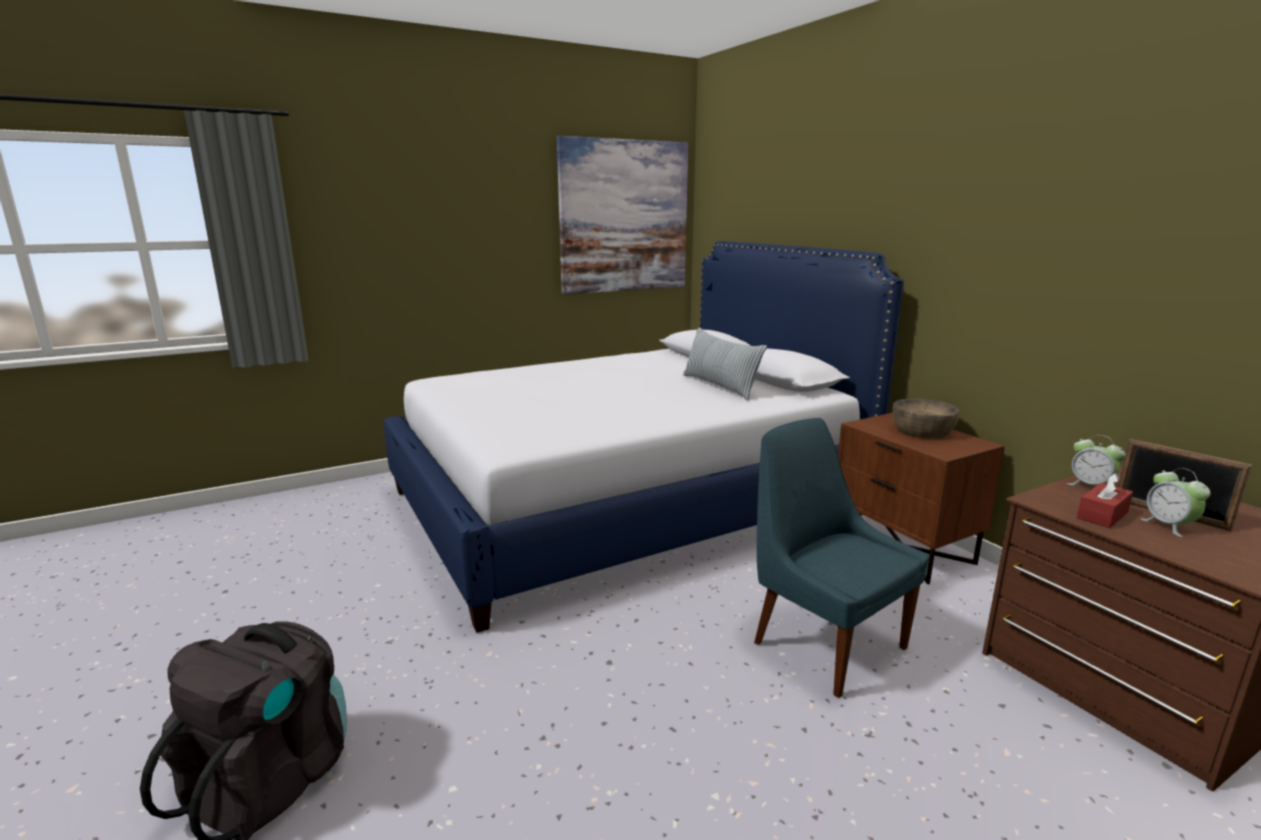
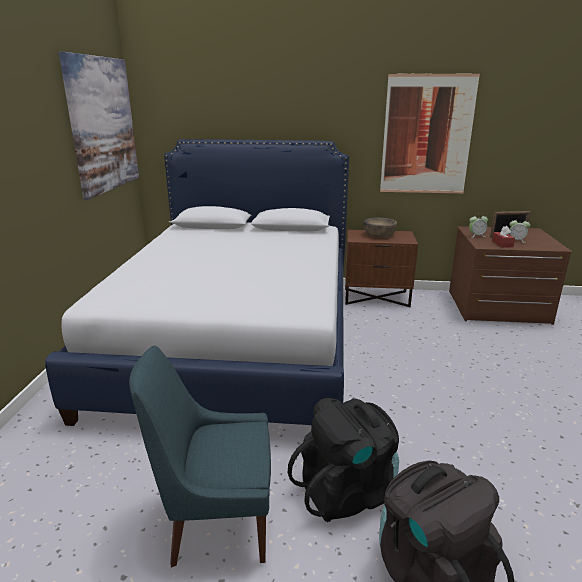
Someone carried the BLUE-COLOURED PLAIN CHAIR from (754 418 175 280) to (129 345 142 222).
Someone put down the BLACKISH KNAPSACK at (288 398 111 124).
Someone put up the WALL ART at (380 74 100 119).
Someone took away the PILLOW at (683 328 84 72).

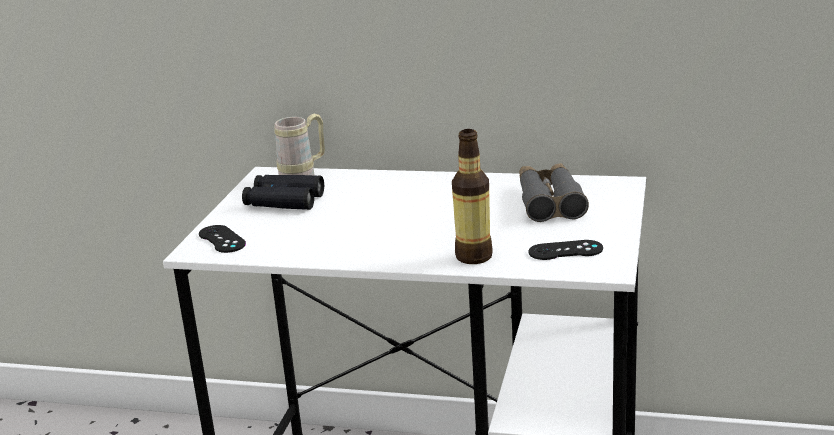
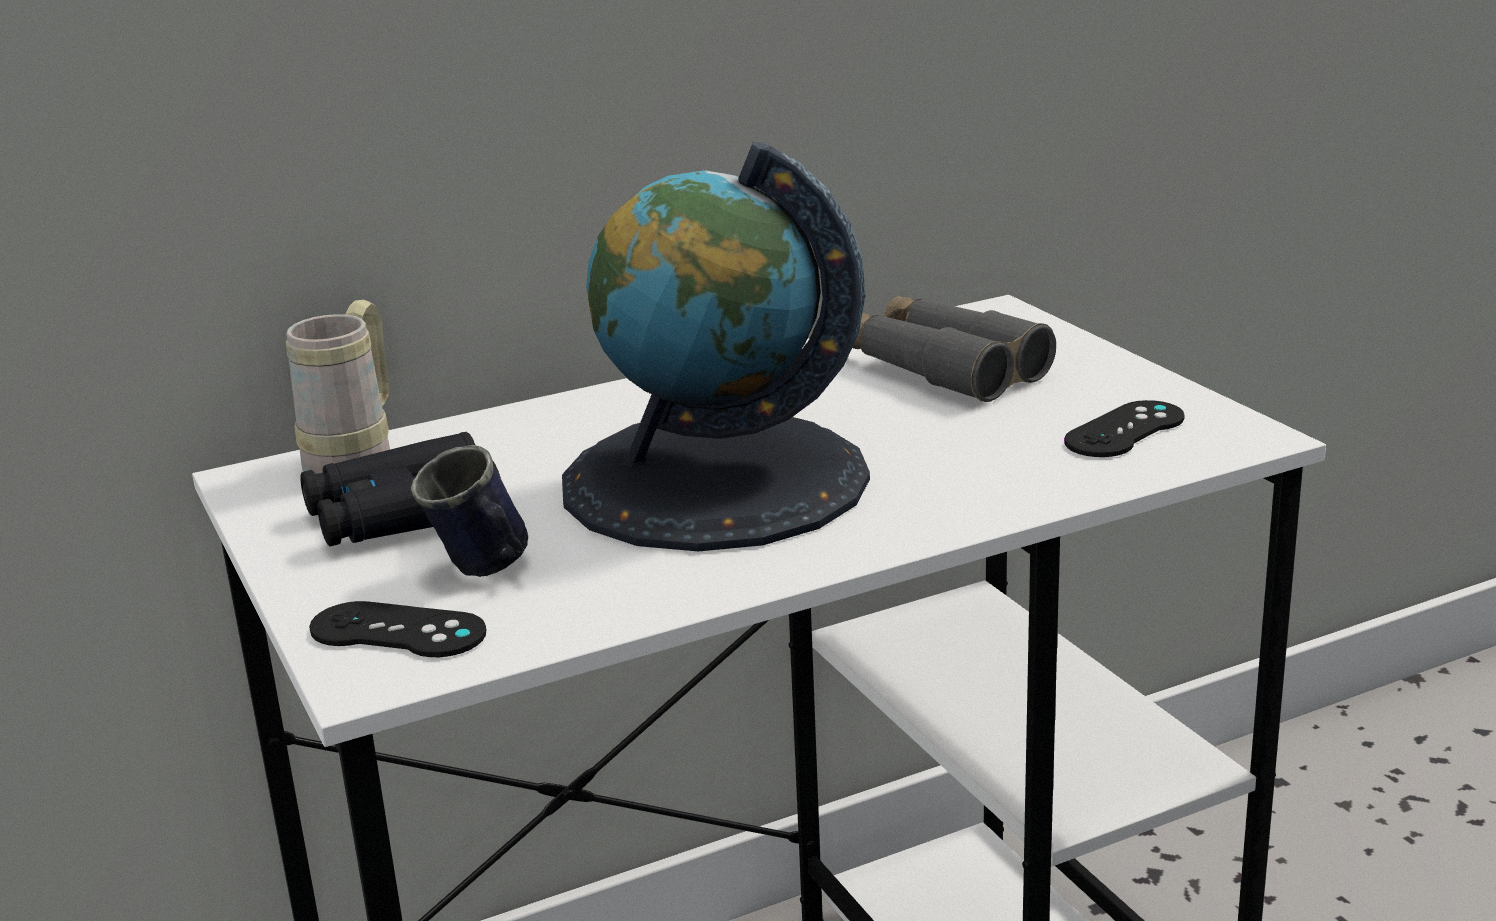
Someone put down the BLUE-COLOURED TEA MUG at (411 445 117 132).
Someone put down the DESK GLOBE at (562 142 308 410).
Someone took away the BOTTLE at (452 129 41 135).

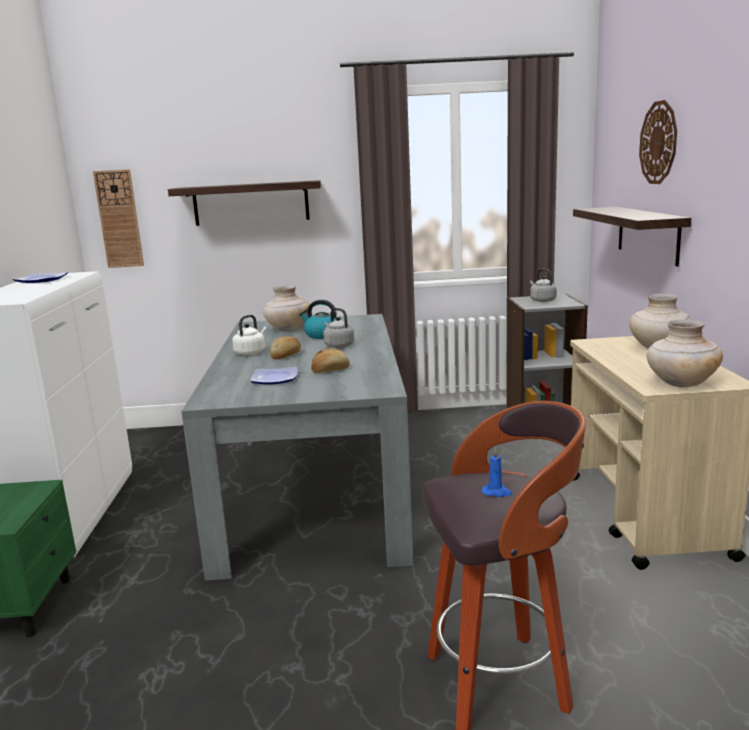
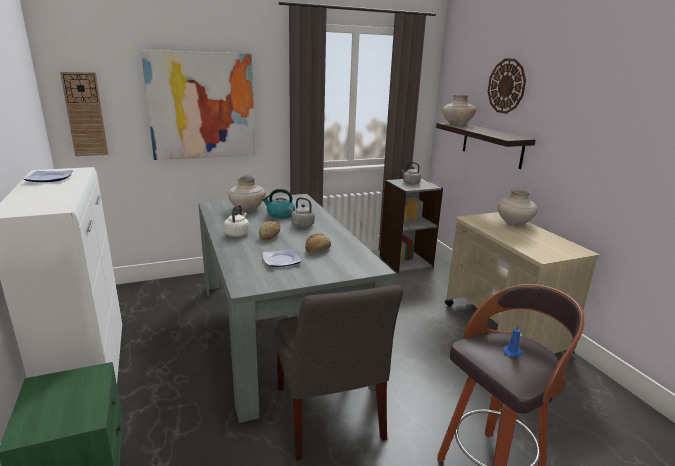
Someone swapped the SHELF at (168 180 153 46) for the WALL ART at (141 50 114 110).
Someone put down the GREYISH PLAIN CHAIR at (274 285 129 176).
Someone carried the BEIGE DECORATIVE VASE from (647 319 76 68) to (443 94 33 31).

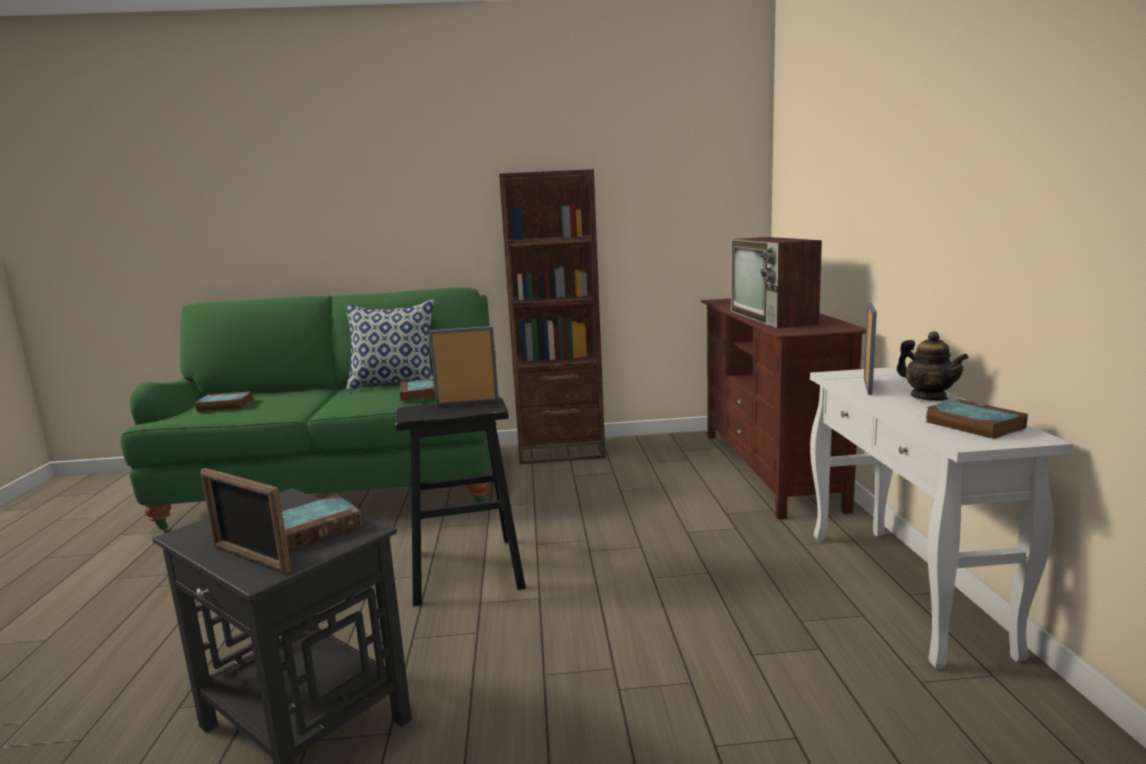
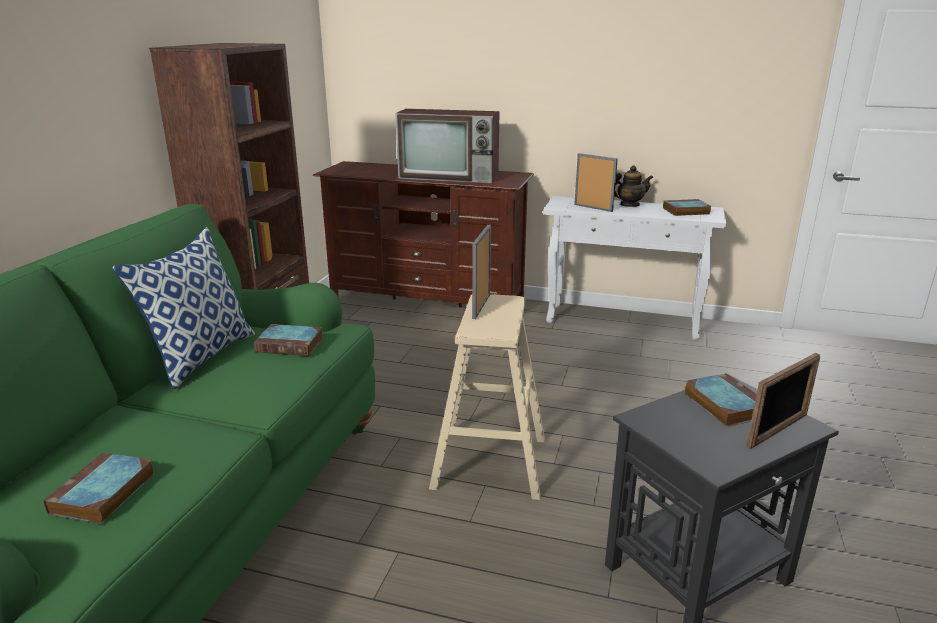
Someone repainted the BLACKISH SITTING STOOL at (395 397 131 209), which became the BEIGE SITTING STOOL at (429 294 116 206).

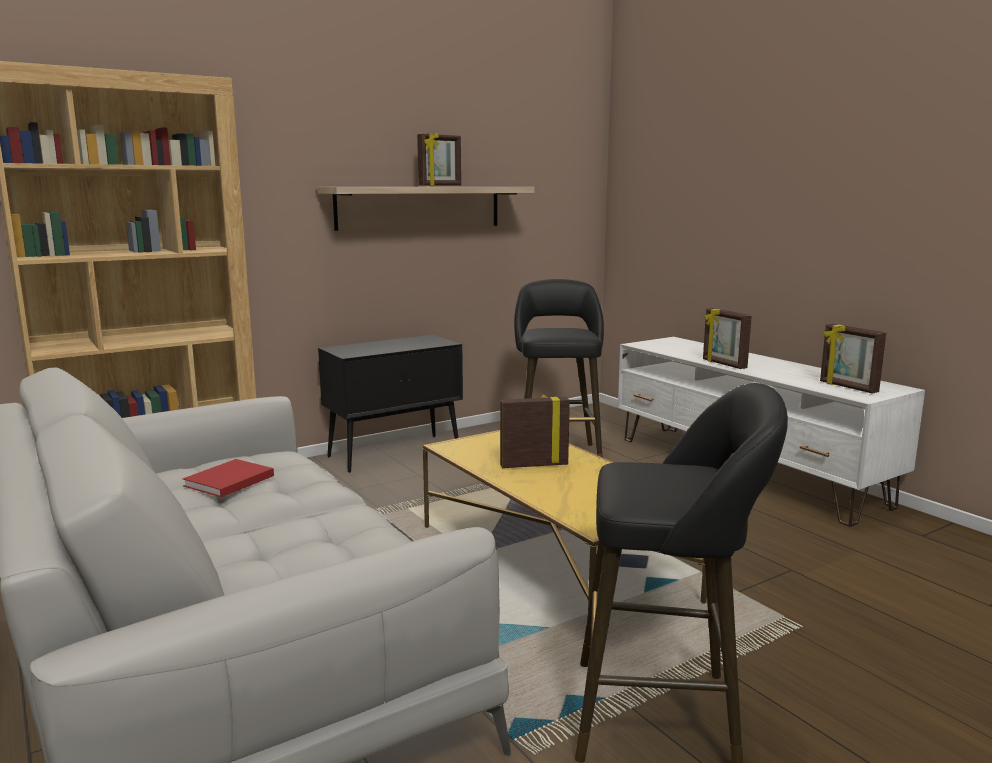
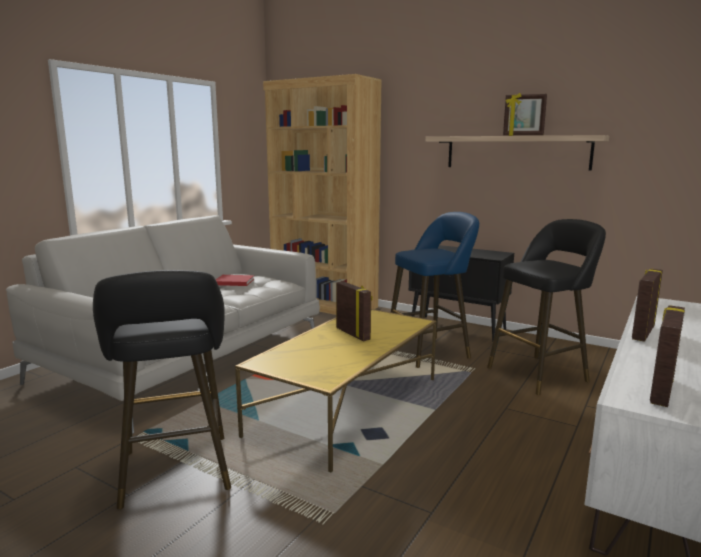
Someone put down the BLUE-COLOURED SITTING STOOL at (391 212 88 156).

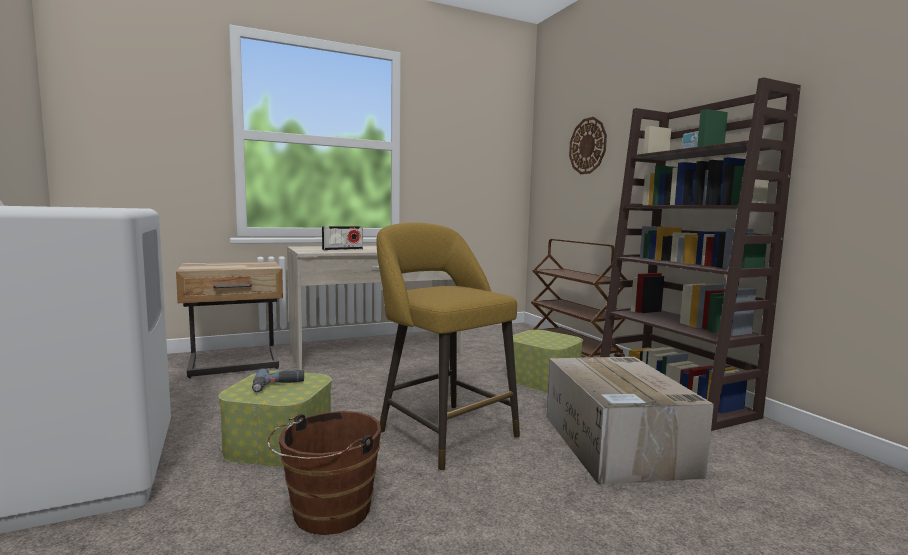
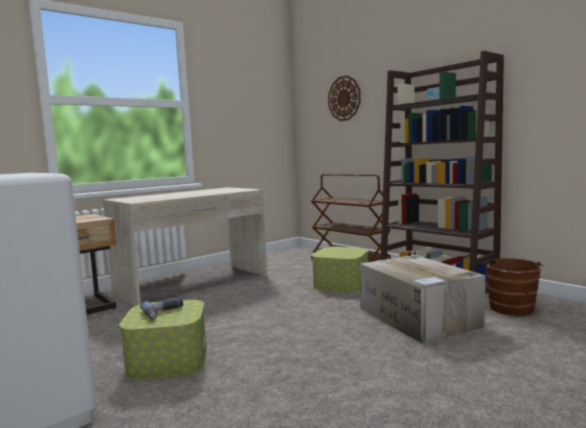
Someone carried the BROWN BUCKET from (268 411 113 124) to (482 258 62 58).
Someone took away the RADIO RECEIVER at (322 226 41 24).
Someone took away the YELLOWISH SITTING STOOL at (376 222 144 249).

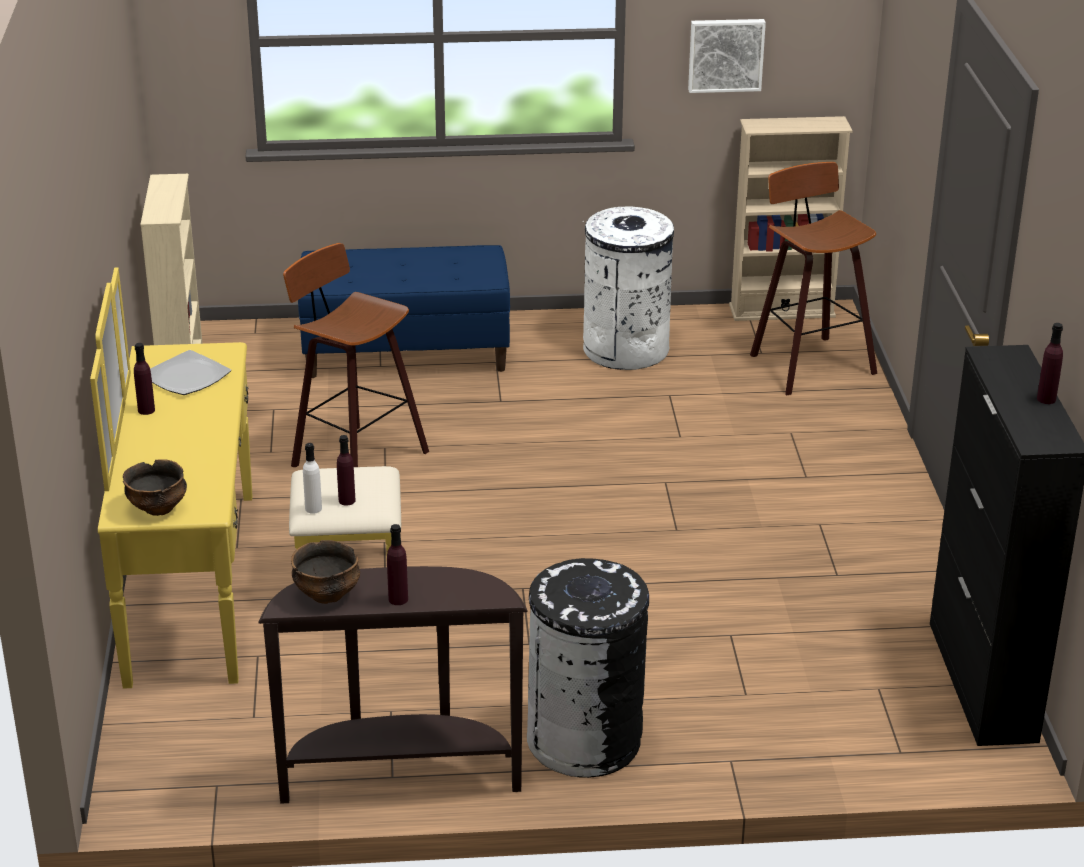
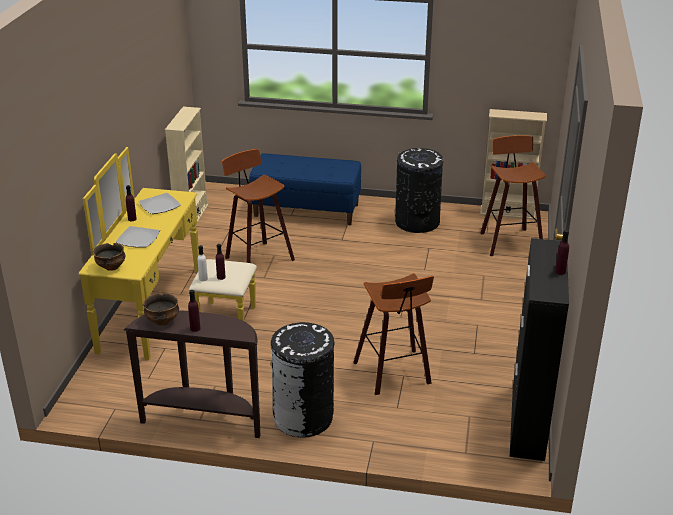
Someone put down the PLATE at (116 226 44 22).
Someone put down the SITTING STOOL at (353 273 81 122).
Someone repainted the WHITISH TRASH CAN at (583 206 91 164), which became the BLACKISH TRASH CAN at (395 148 48 85).
Someone took away the WALL ART at (688 19 78 74).

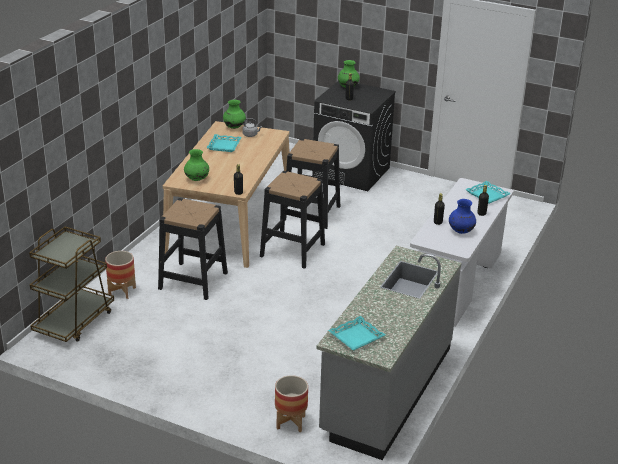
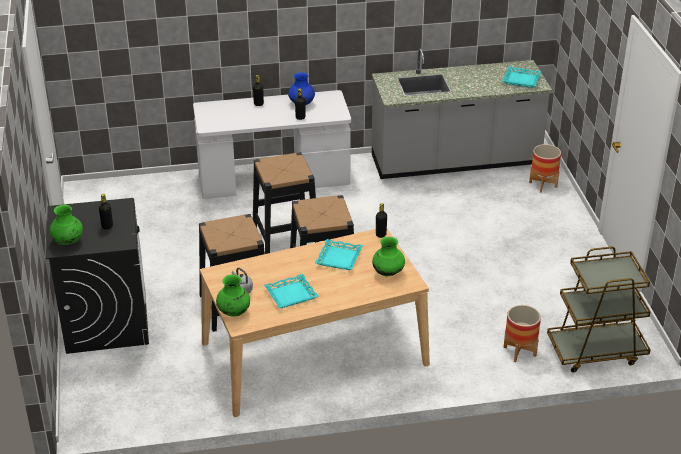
Someone carried the BLACKISH SITTING STOOL from (158 198 70 102) to (253 152 67 102).
Someone carried the TURQUOISE-COLOURED CARRYING TRAY from (465 181 46 23) to (315 239 48 31).

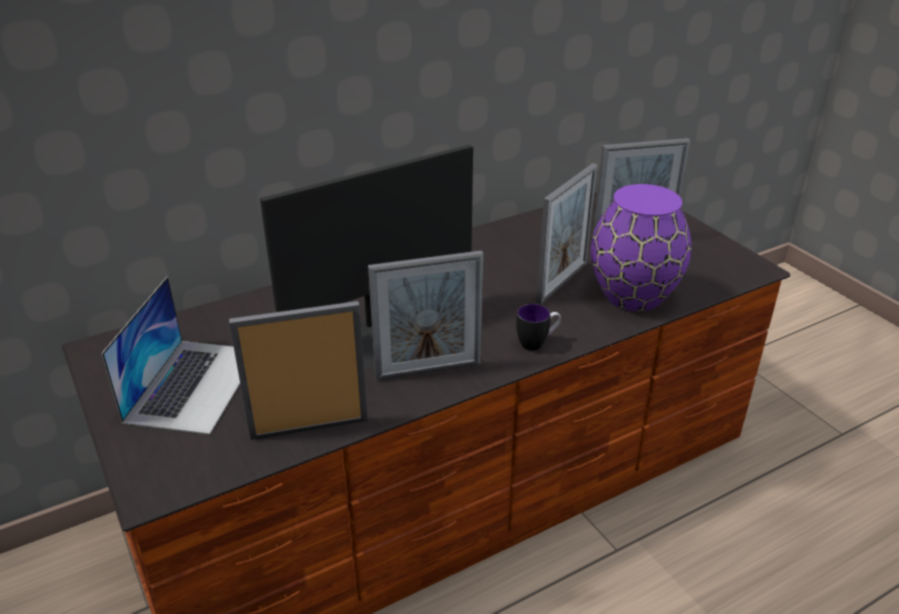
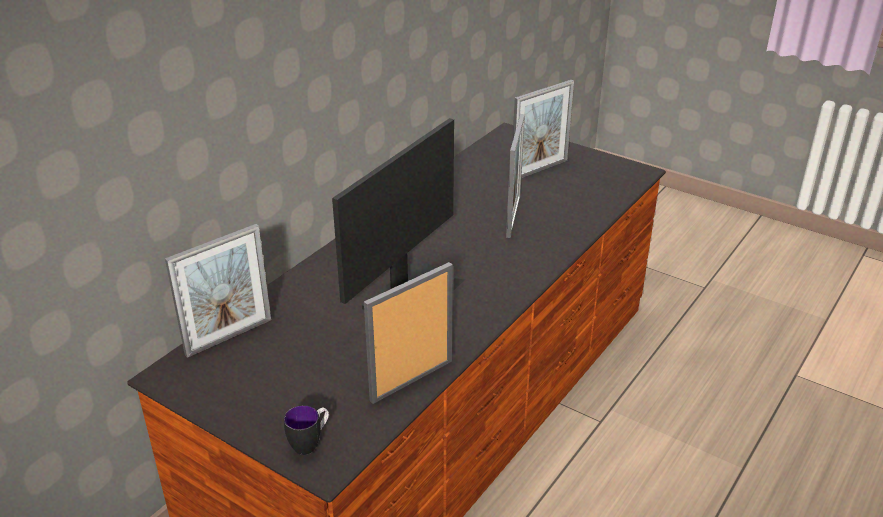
Someone carried the PHOTO FRAME from (368 250 116 131) to (165 224 106 134).
Someone carried the TEA MUG from (516 304 45 47) to (284 405 45 50).
Someone took away the NOTEBOOK COMPUTER at (101 276 139 159).
Someone took away the PURPLE-COLOURED DECORATIVE VASE at (591 184 100 127).

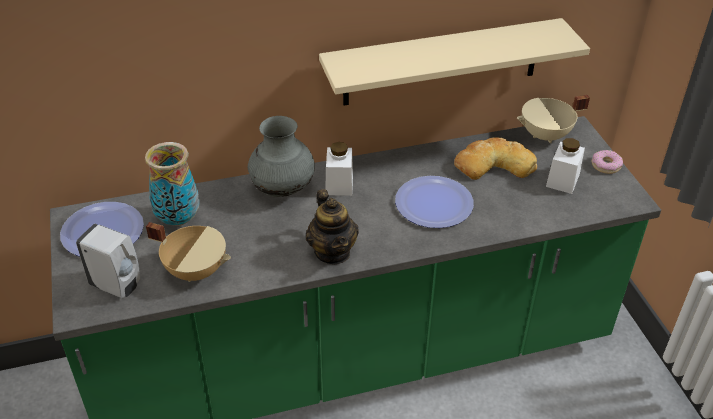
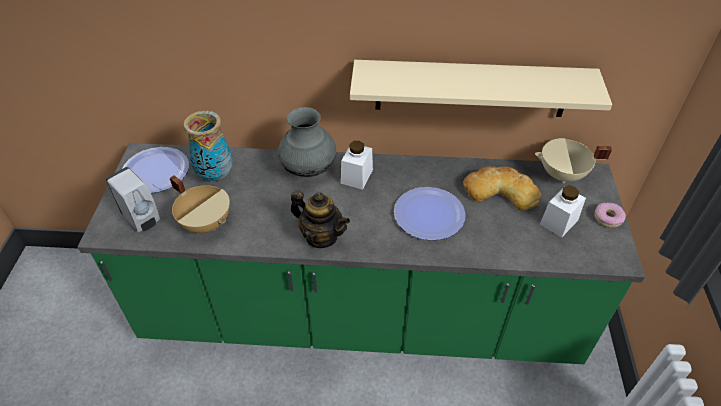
Someone rotated the TEAPOT at (306 189 53 75) by 60 degrees counterclockwise.

